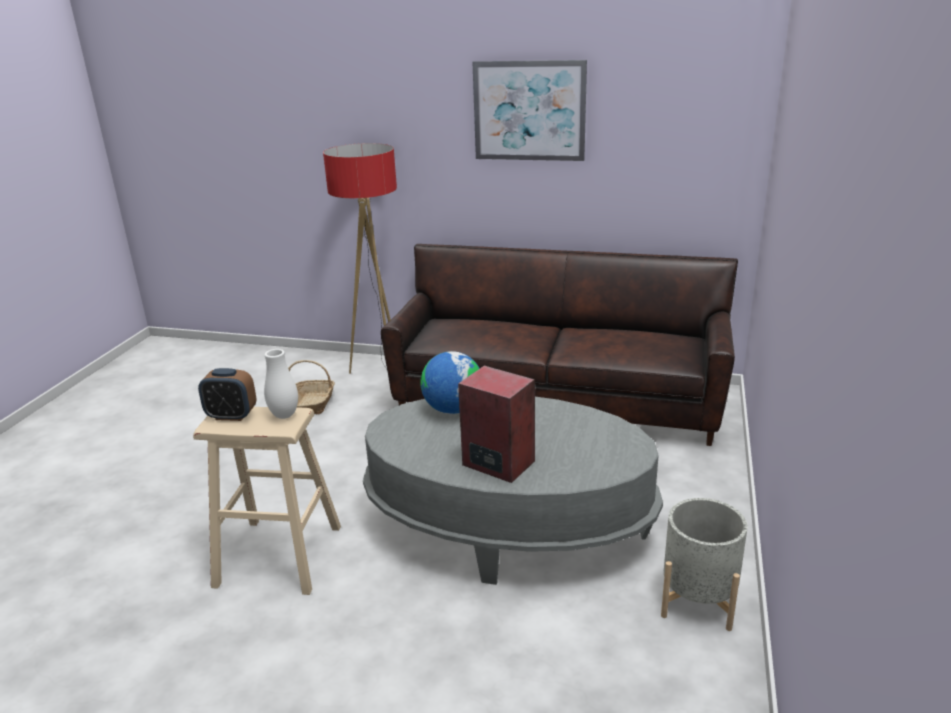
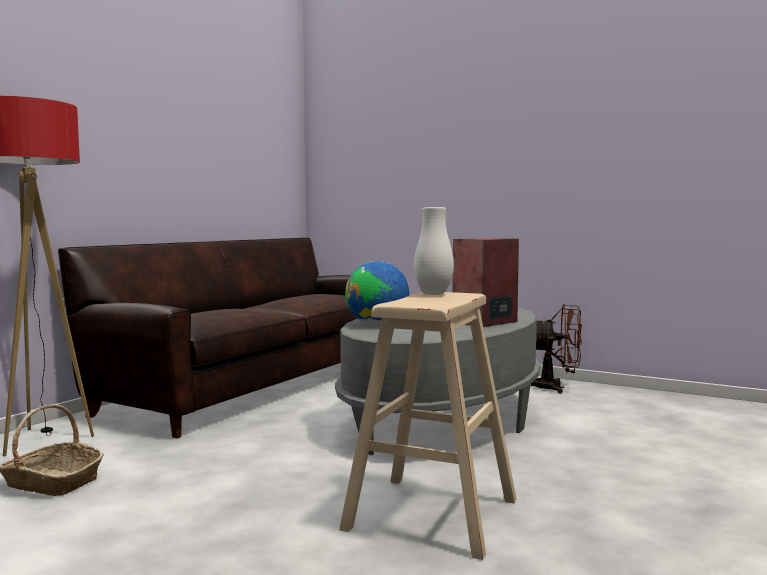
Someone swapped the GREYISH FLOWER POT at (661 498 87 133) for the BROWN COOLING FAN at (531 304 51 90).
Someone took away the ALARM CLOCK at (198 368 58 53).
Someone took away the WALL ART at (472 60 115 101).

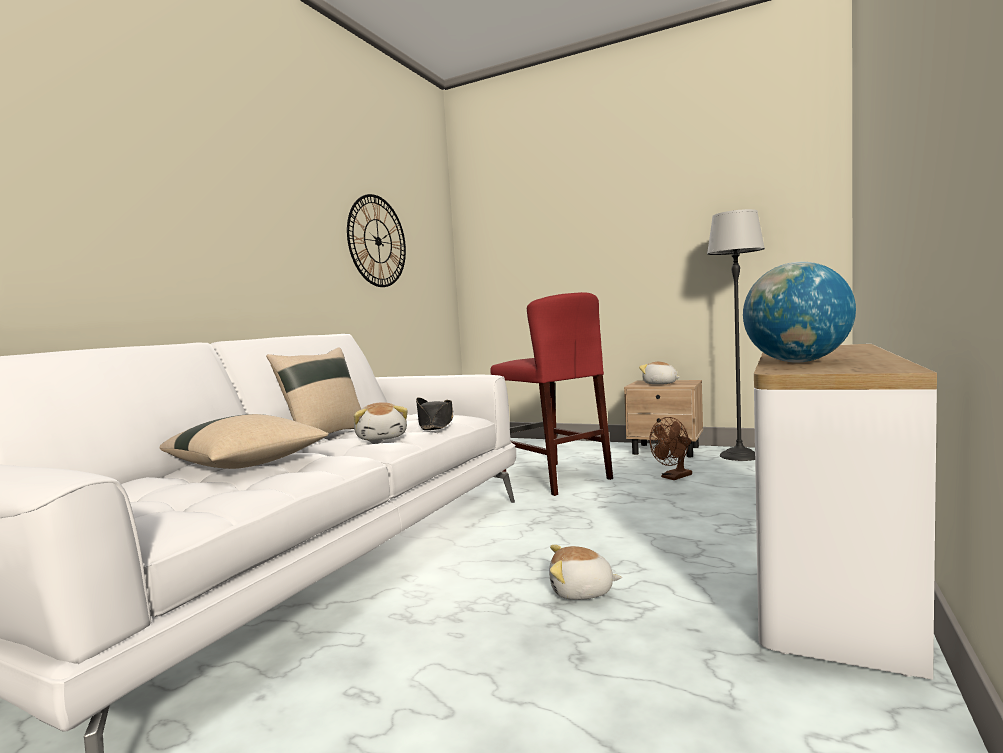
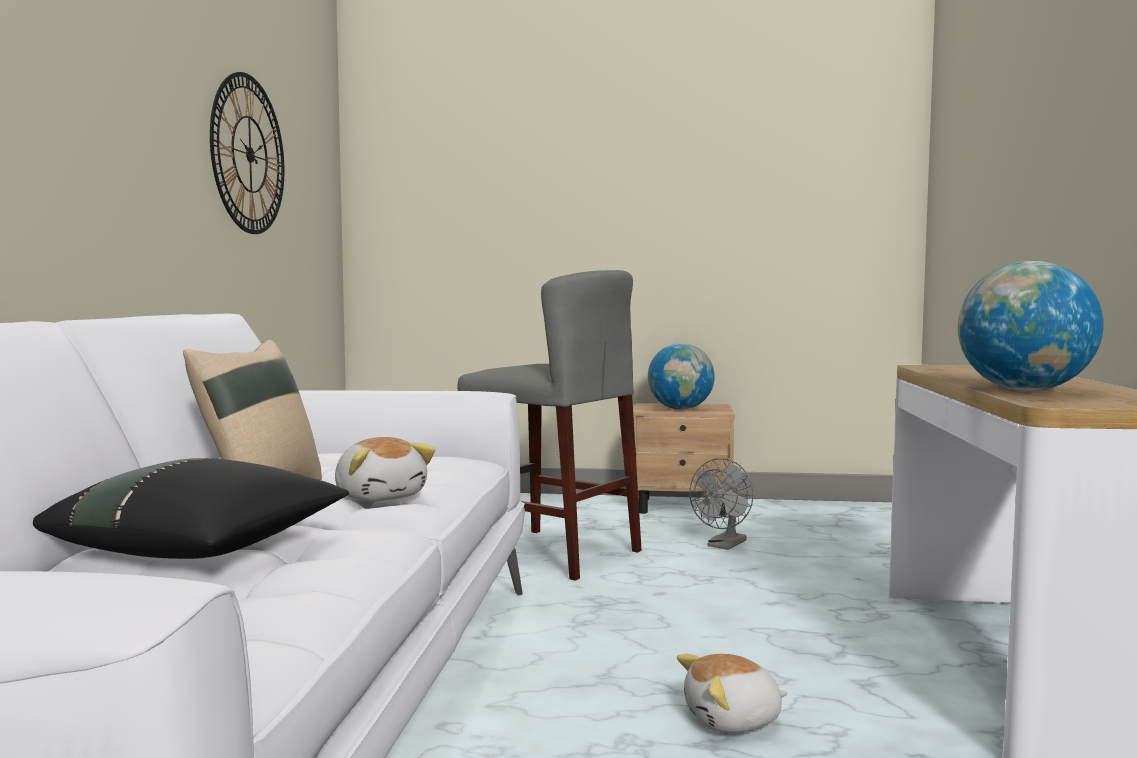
Someone repainted the BEIGE PILLOW at (160 414 169 55), which became the BLACKISH PILLOW at (33 458 316 101).
Someone repainted the REDDISH SITTING STOOL at (491 292 122 204), which became the GREYISH SITTING STOOL at (458 270 184 311).
Someone swapped the SOFT TOY at (639 362 41 23) for the DESK GLOBE at (648 343 67 67).
Someone repainted the BROWN COOLING FAN at (649 417 43 63), which became the GREYISH COOLING FAN at (689 458 65 92).
Someone took away the BLACKISH WEARABLE HAT at (416 398 37 32).
Someone took away the STANDARD LAMP at (707 209 58 252).

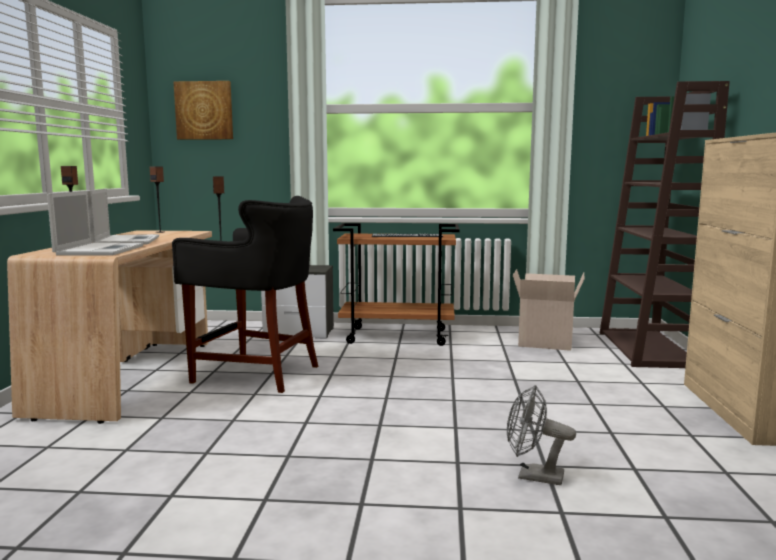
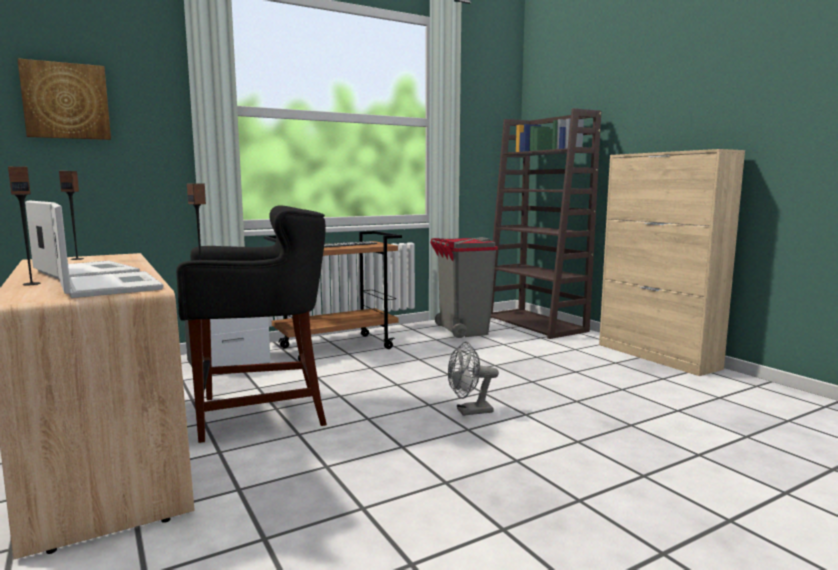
Someone swapped the CARDBOARD BOX at (513 269 72 82) for the GREYISH TRASH CAN at (430 237 68 101).
Someone carried the GREYISH COOLING FAN from (507 385 69 100) to (448 342 51 74).

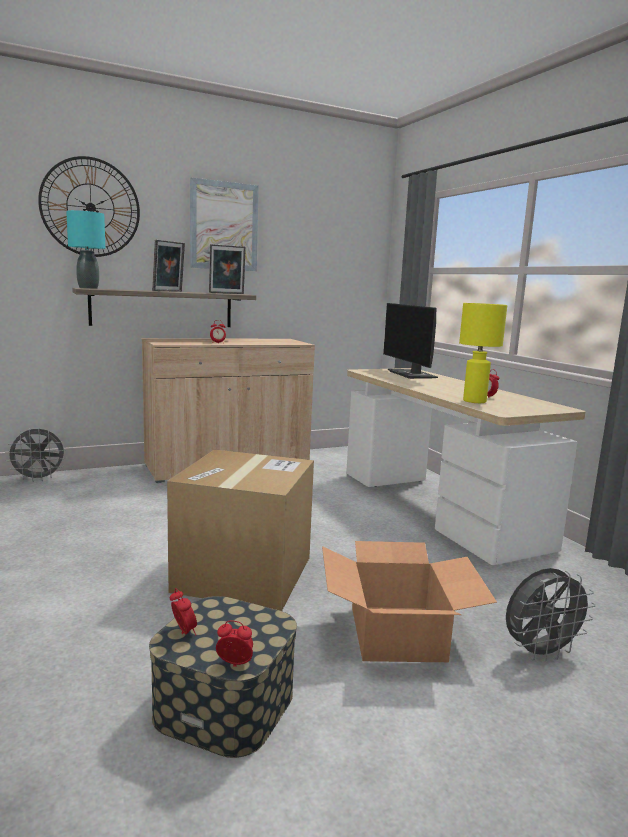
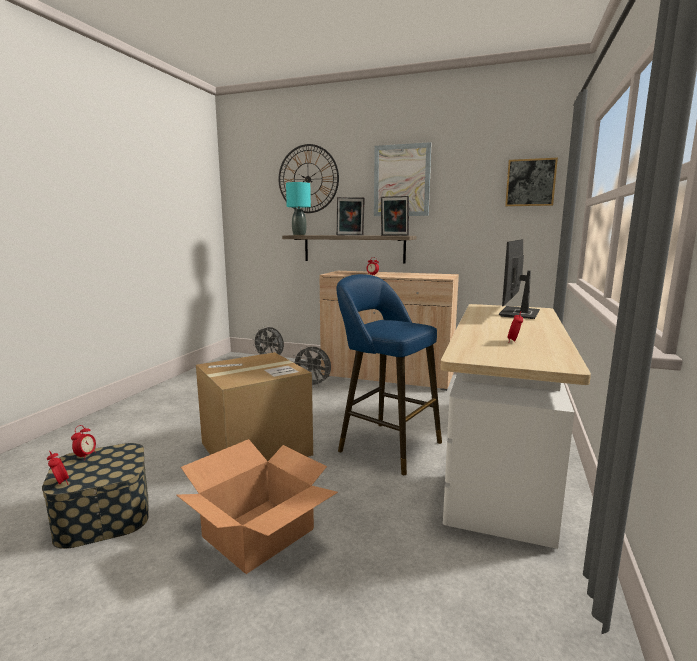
Someone carried the GREYISH COOLING FAN from (506 568 90 94) to (293 346 38 42).
Someone put down the BLUE-COLOURED SITTING STOOL at (336 274 106 201).
Someone put up the WALL ART at (505 158 53 48).
Someone took away the YELLOWISH TABLETOP LAMP at (459 303 48 100).

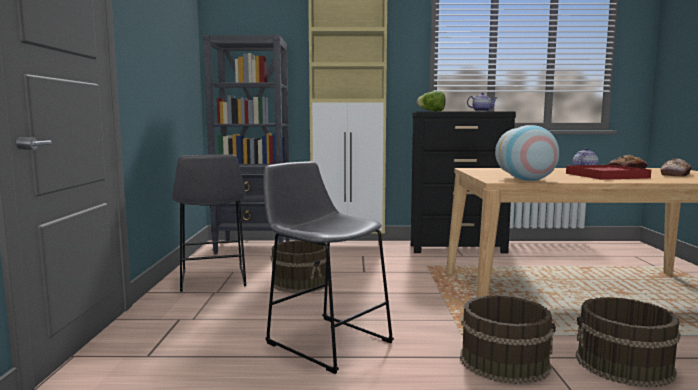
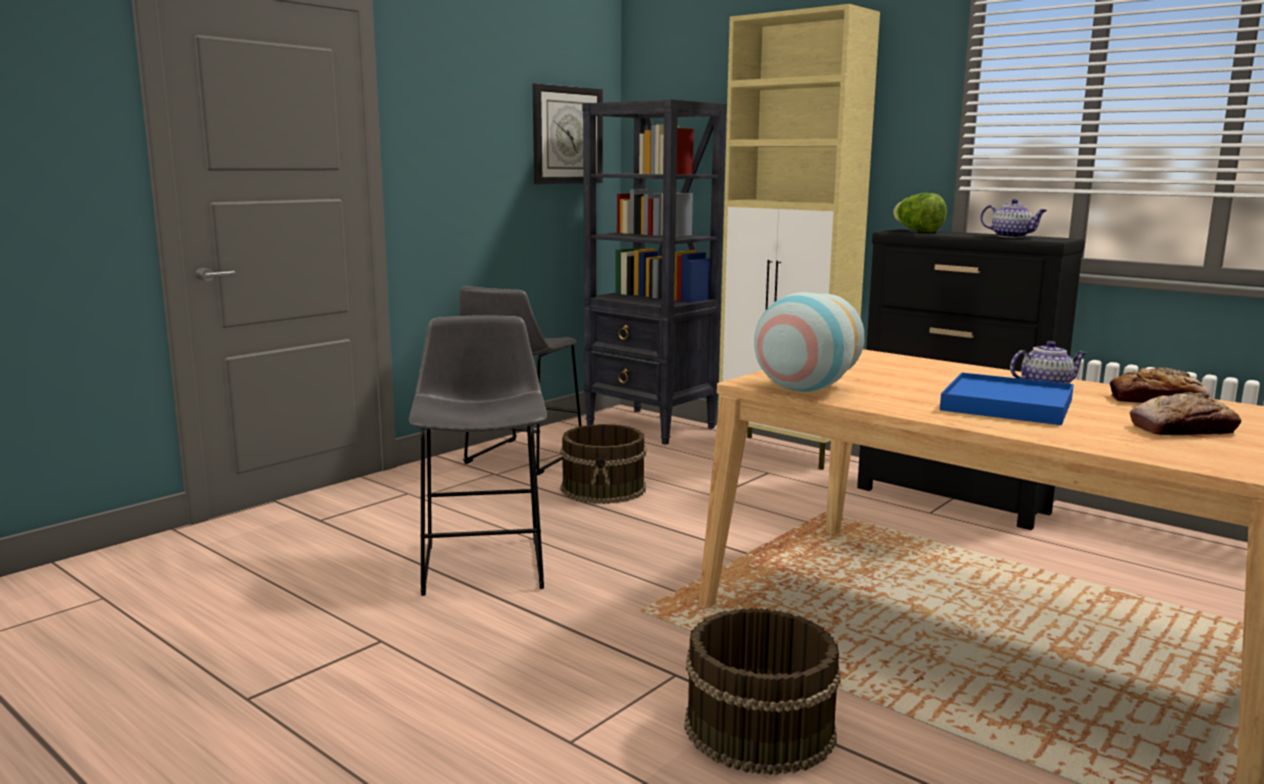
Someone put up the HANGING CLOCK at (533 84 70 100).
Someone repainted the REDDISH CARRYING TRAY at (566 165 85 15), which became the BLUE-COLOURED CARRYING TRAY at (940 373 134 52).
Someone took away the BROWN BUCKET at (460 295 96 89).

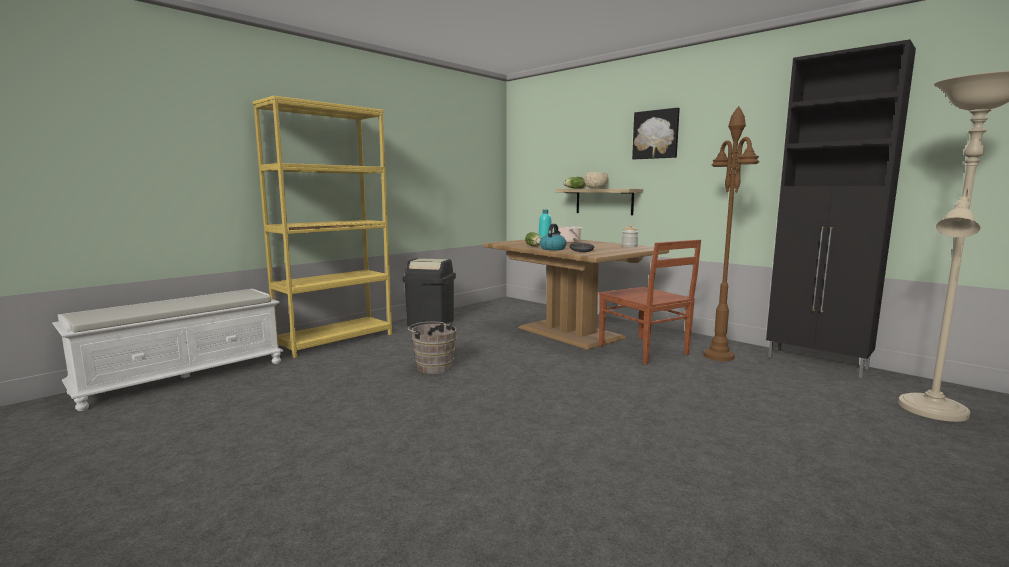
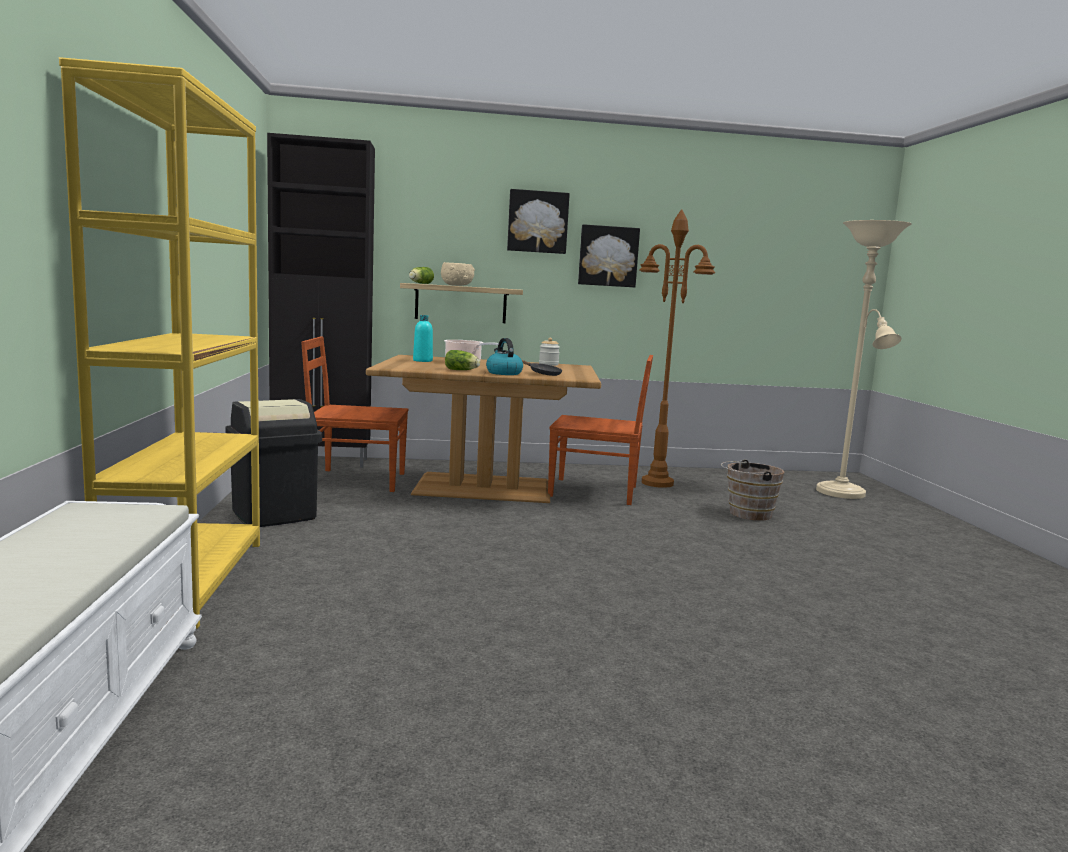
Someone carried the BLACKISH CABINET from (766 39 150 339) to (267 133 108 335).
Someone put down the BROWN PLAIN CHAIR at (301 336 108 156).
Someone put up the WALL ART at (578 224 62 63).
Someone carried the BROWN BUCKET from (408 322 48 52) to (721 460 63 60).

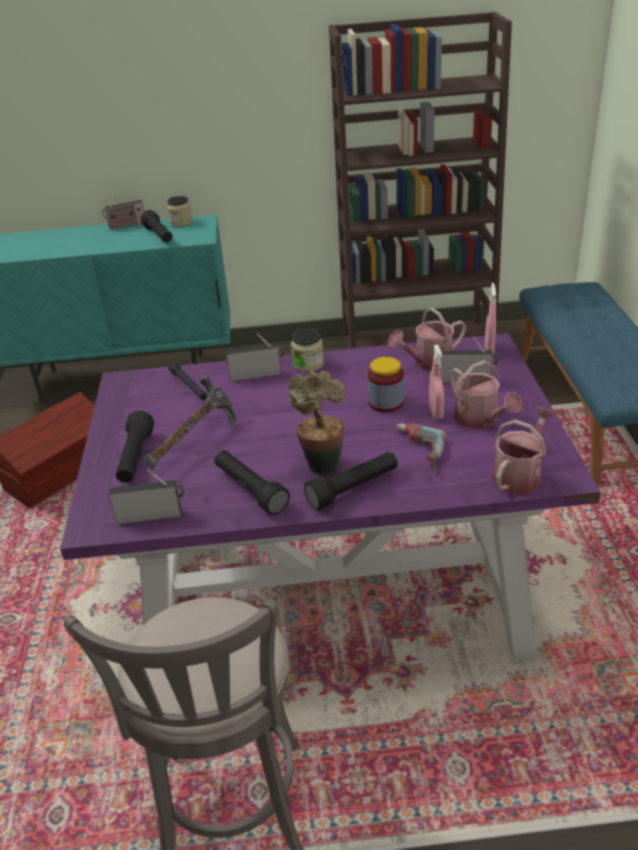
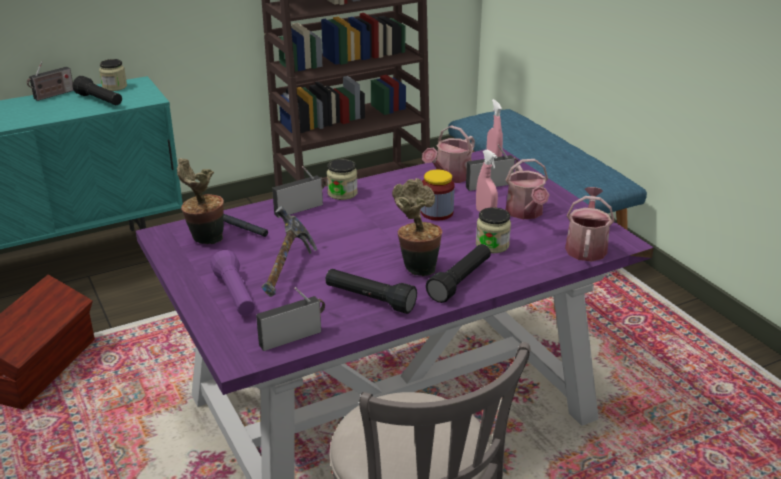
Someone put down the PLANT IN A POT at (177 158 47 86).
Someone repainted the BLACKISH FLASHLIGHT at (116 411 38 72), which became the PURPLE-COLOURED FLASHLIGHT at (210 250 45 65).
Someone swapped the DRILL at (396 423 51 51) for the JAR at (476 207 35 46).
Someone rotated the WATERING CAN at (450 360 72 69) by 45 degrees clockwise.

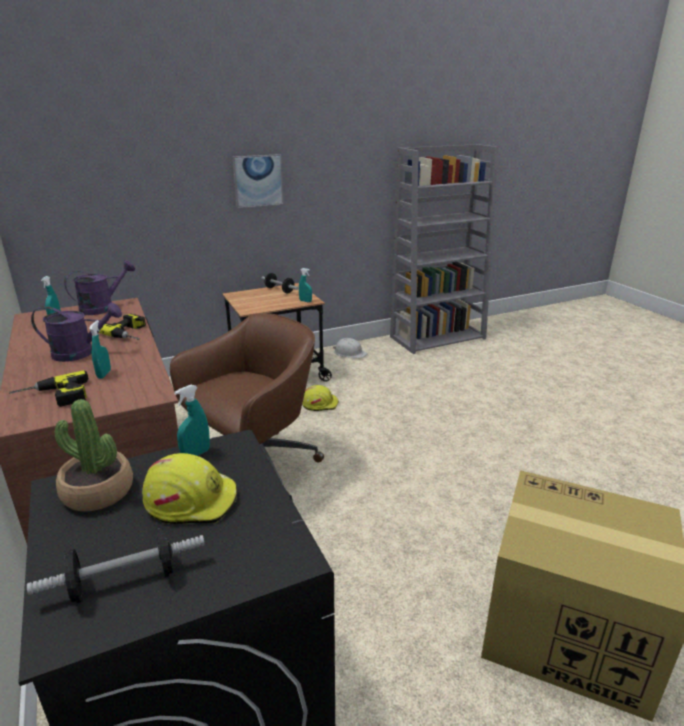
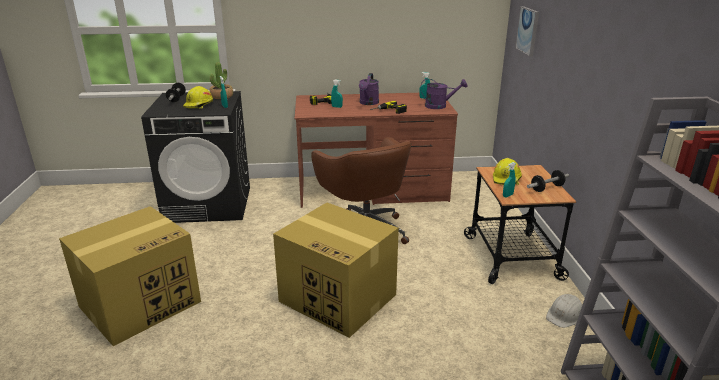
Someone put down the CARDBOARD BOX at (273 203 126 135).
Someone rotated the PURPLE-COLOURED WATERING CAN at (64 260 71 55) by 60 degrees counterclockwise.
Someone carried the YELLOWISH WORK HELMET from (302 385 37 26) to (493 158 29 27).
Someone carried the WALL ART from (232 154 52 54) to (515 6 24 51).

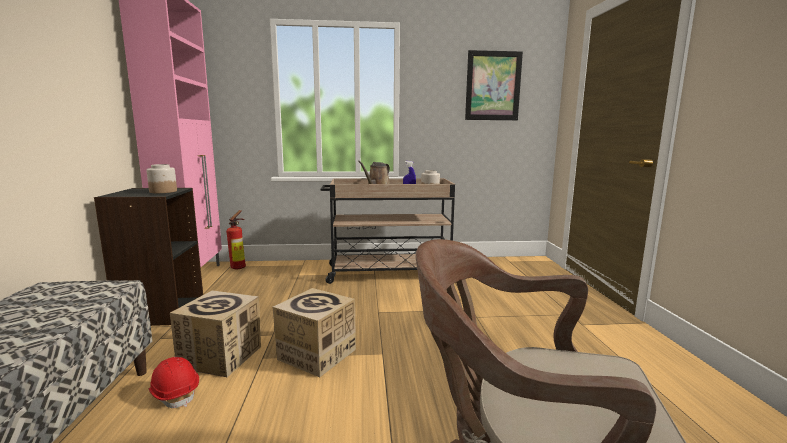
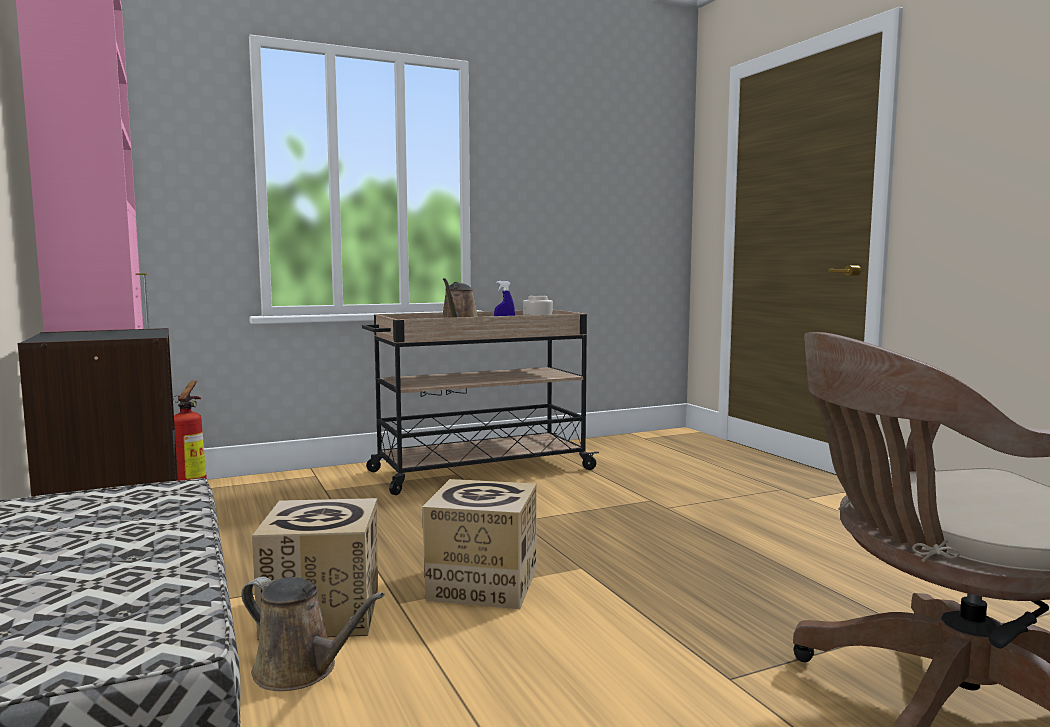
Someone swapped the REDDISH WORK HELMET at (148 357 51 51) for the BROWN WATERING CAN at (242 577 143 114).
Someone took away the JAR at (146 164 31 29).
Someone took away the WALL ART at (465 50 58 70).

